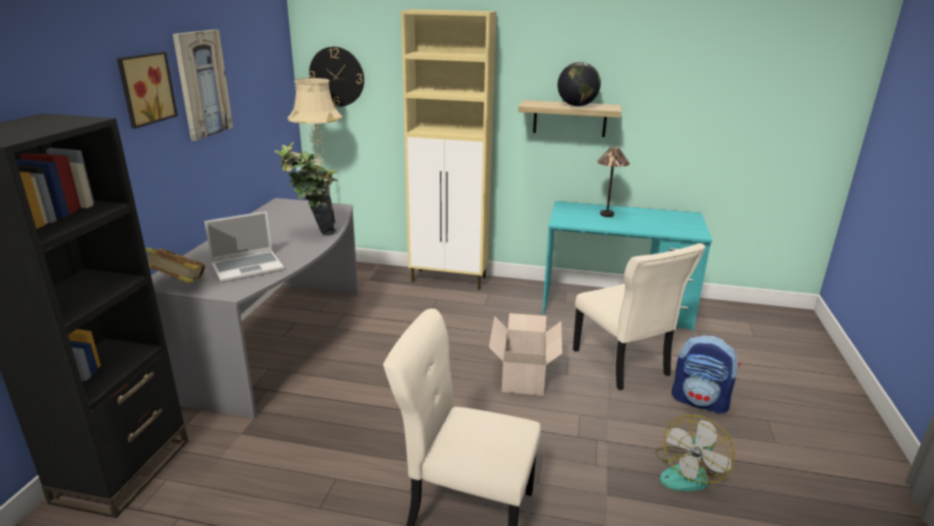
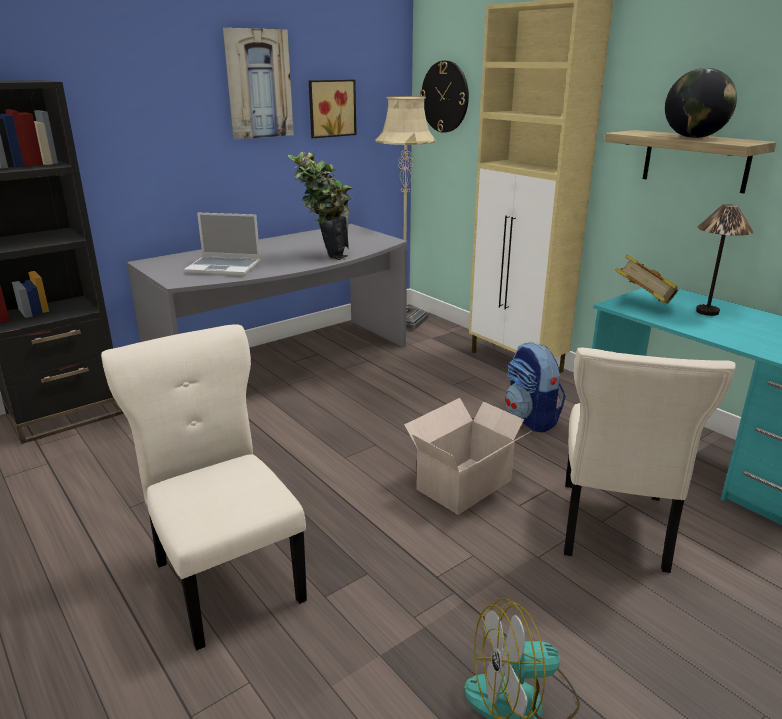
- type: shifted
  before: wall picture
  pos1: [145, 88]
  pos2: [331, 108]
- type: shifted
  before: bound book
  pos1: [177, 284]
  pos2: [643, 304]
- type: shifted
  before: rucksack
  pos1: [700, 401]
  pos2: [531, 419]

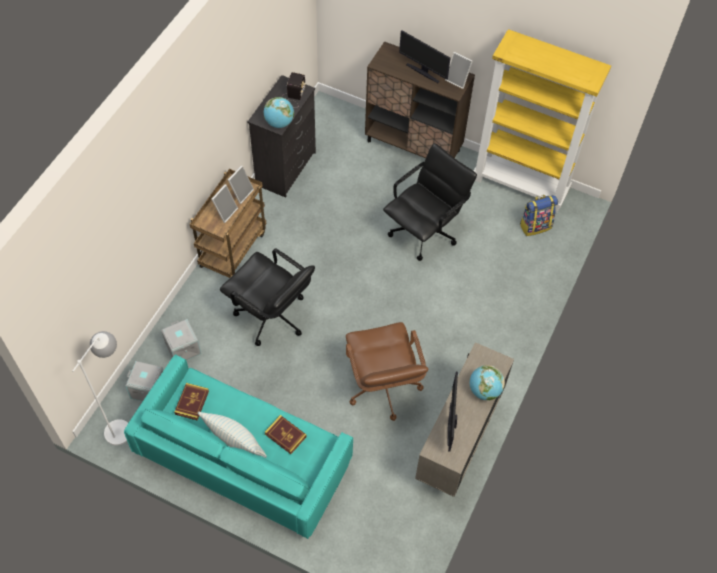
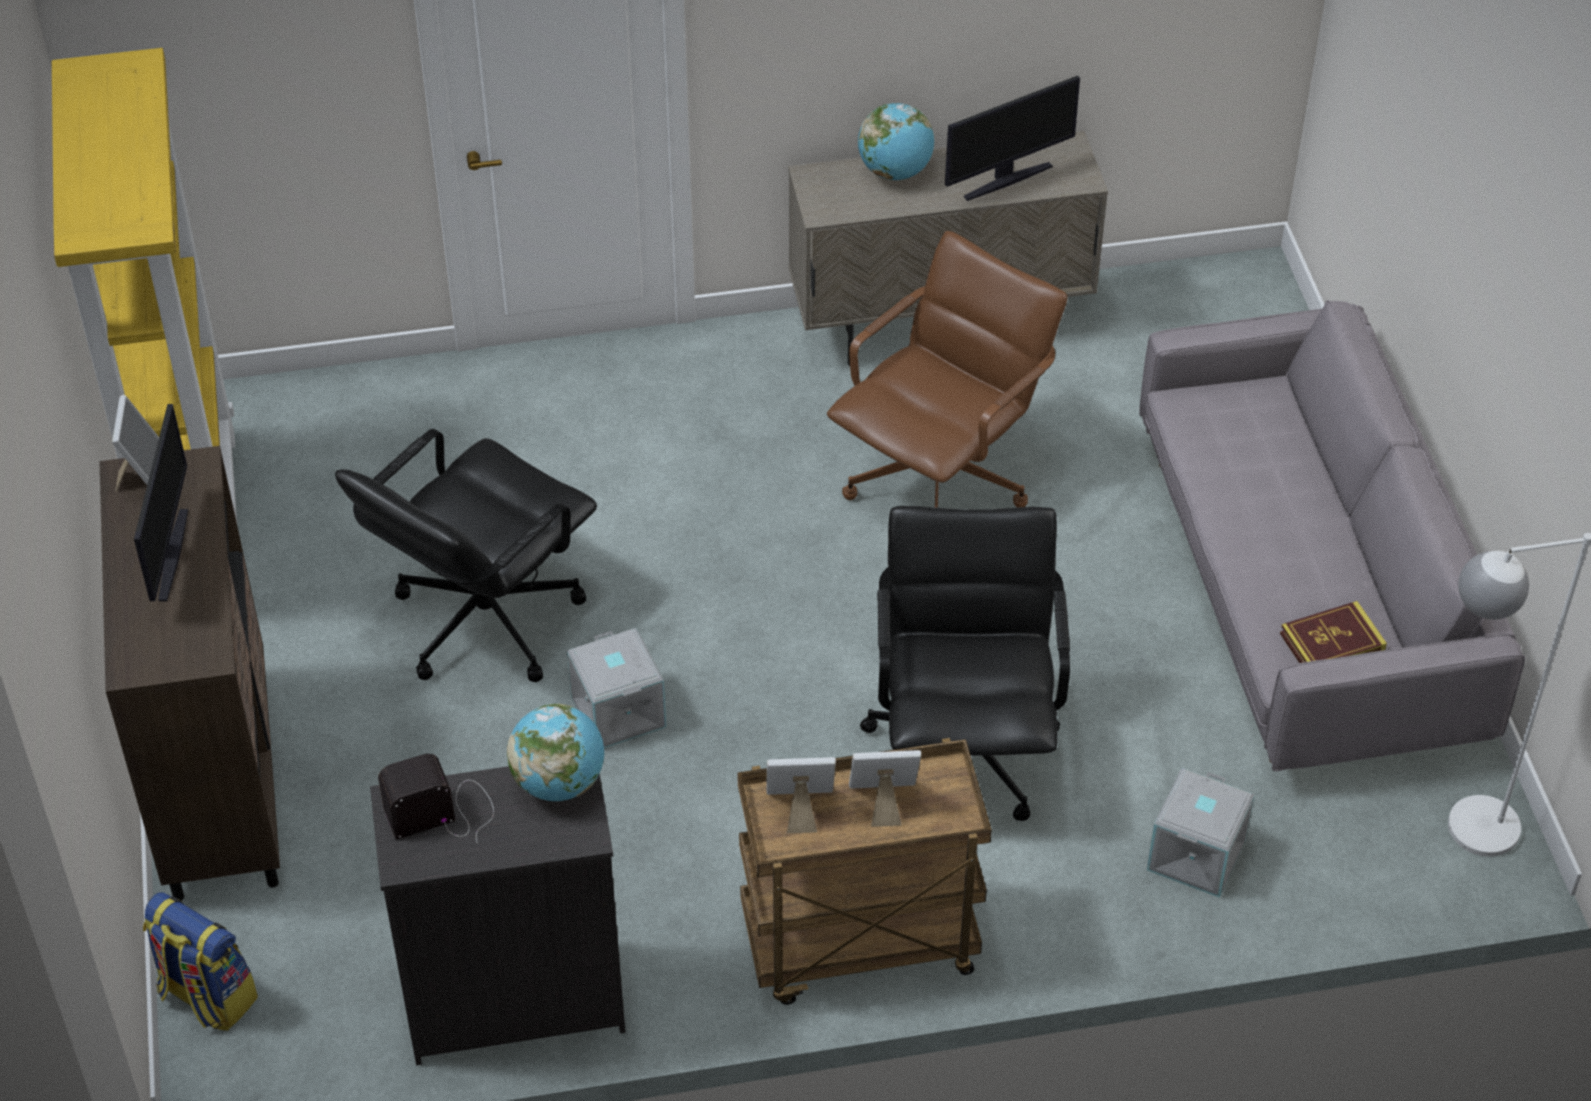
- type: rotated
  before: desk chair in black
  pos1: [424, 232]
  pos2: [483, 621]
  turn: -60
- type: shifted
  before: rucksack
  pos1: [535, 226]
  pos2: [206, 996]
- type: repainted
  before: settee in turquoise
  after: settee in gray
  pos1: [244, 459]
  pos2: [1303, 594]
- type: shifted
  before: storage container in gray
  pos1: [149, 388]
  pos2: [616, 712]
- type: gone
  before: cushion
  pos1: [234, 441]
- type: gone
  before: bound book
  pos1: [285, 435]

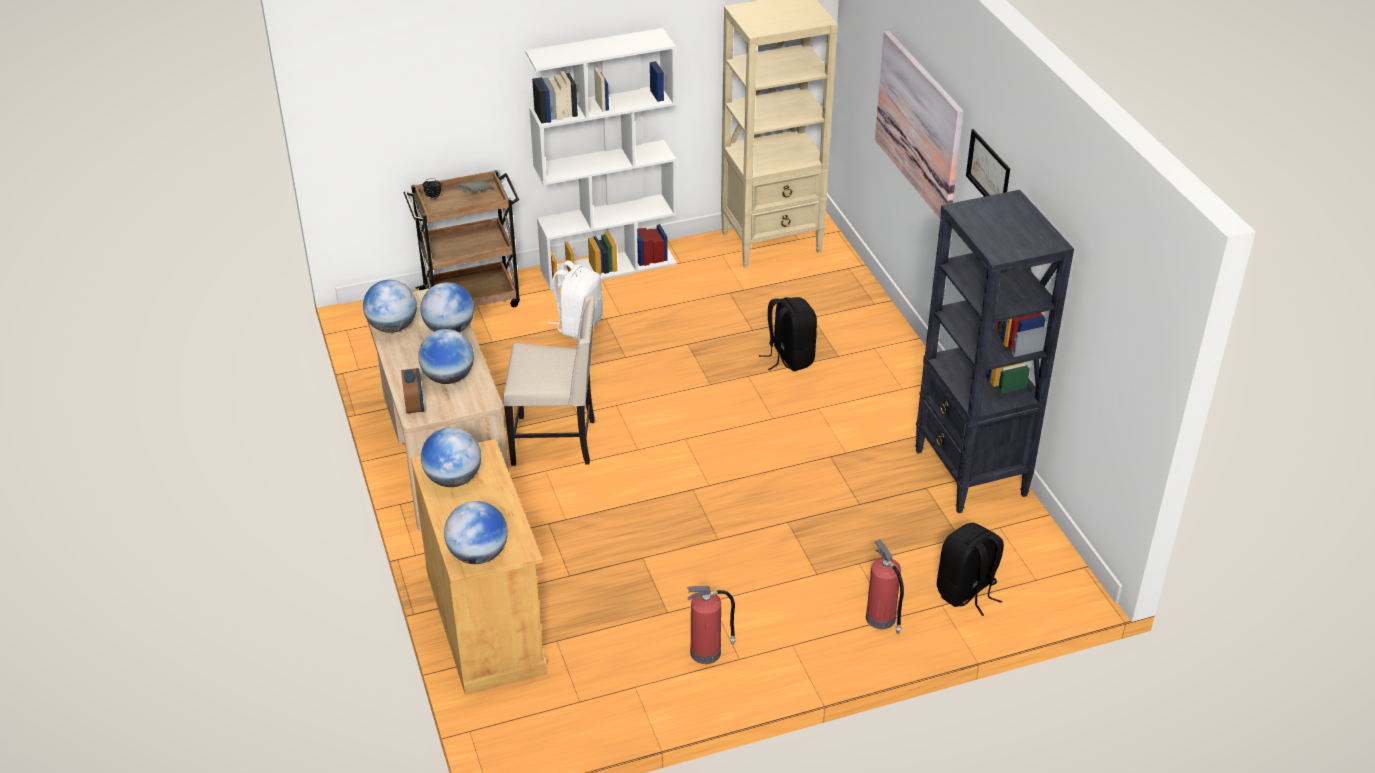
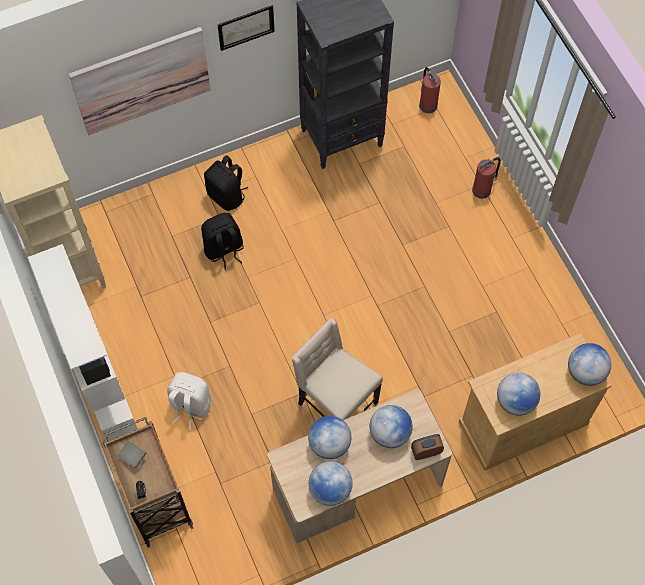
- type: rotated
  before: chair in beige
  pos1: [556, 441]
  pos2: [335, 403]
  turn: -45
- type: shifted
  before: rucksack in black
  pos1: [966, 592]
  pos2: [227, 196]
- type: shifted
  before: extinguisher
  pos1: [707, 652]
  pos2: [427, 104]

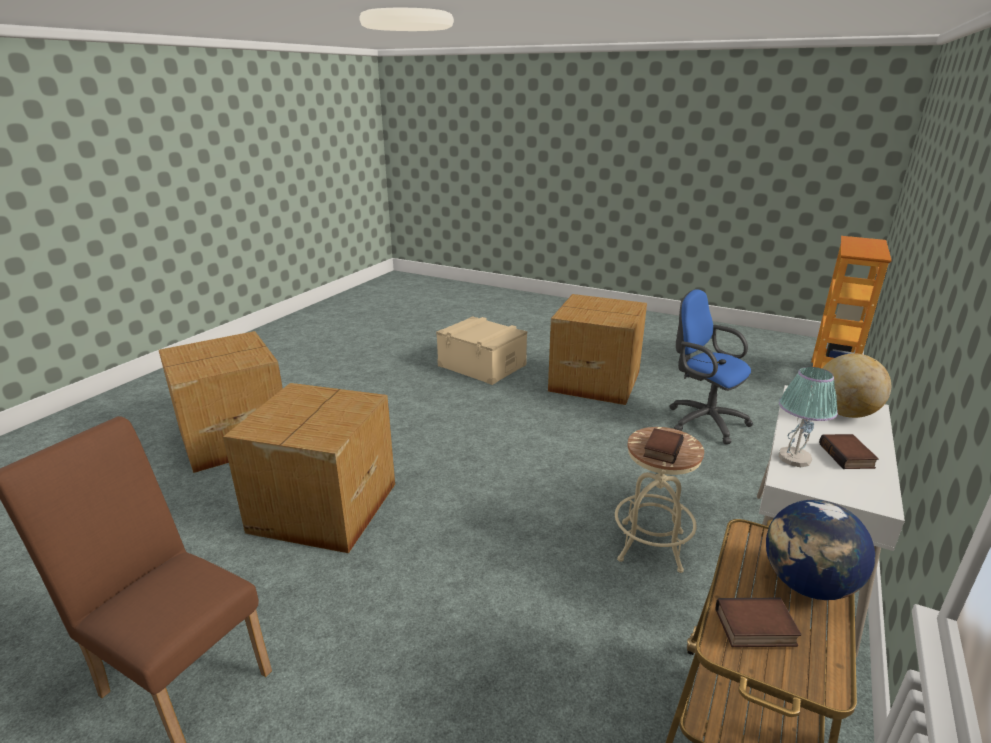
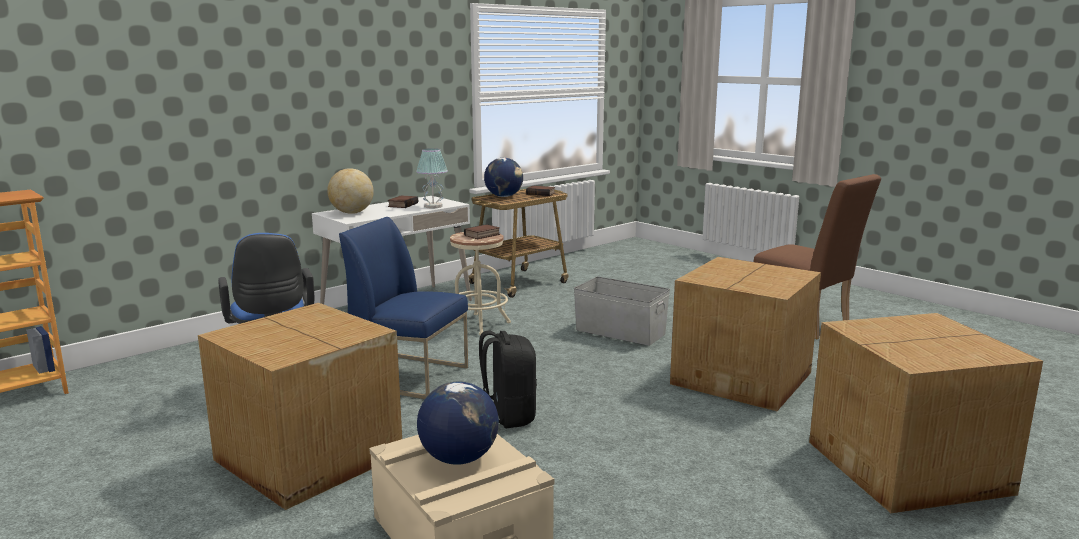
- type: new
  after: chair in blue
  pos2: [410, 376]
- type: new
  after: storage container in gray
  pos2: [620, 332]
- type: new
  after: rucksack in black
  pos2: [507, 416]
- type: new
  after: globe
  pos2: [458, 458]

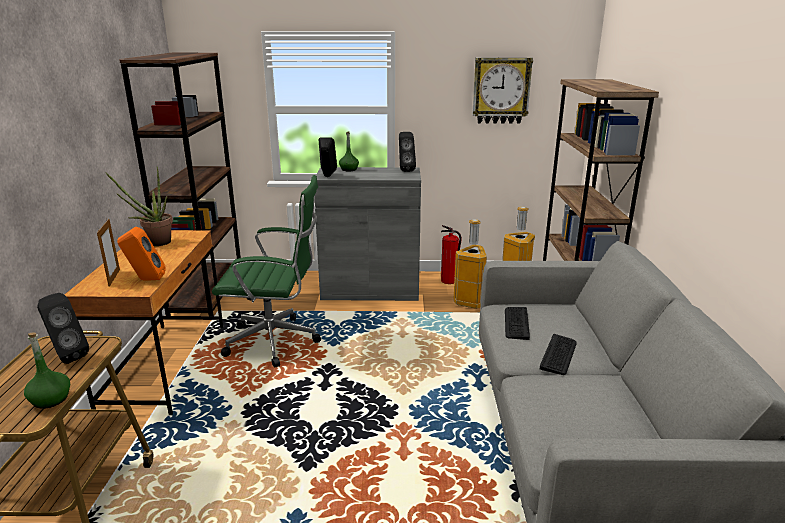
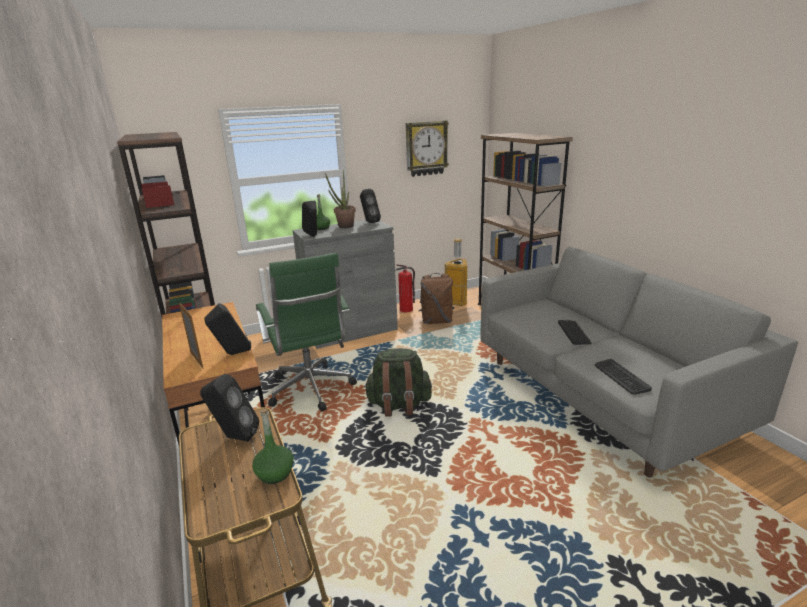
- type: shifted
  before: potted plant
  pos1: [154, 243]
  pos2: [344, 227]
- type: rotated
  before: desk chair in greenish
  pos1: [276, 342]
  pos2: [312, 391]
  turn: 90
- type: swapped
  before: waste bin
  after: rucksack in brown-coloured
  pos1: [470, 302]
  pos2: [436, 321]
- type: repainted
  before: audio speaker in orange-coloured
  after: audio speaker in black
  pos1: [145, 280]
  pos2: [232, 354]
- type: shifted
  before: PC keyboard
  pos1: [516, 323]
  pos2: [621, 377]
- type: new
  after: rucksack in greenish
  pos2: [399, 405]

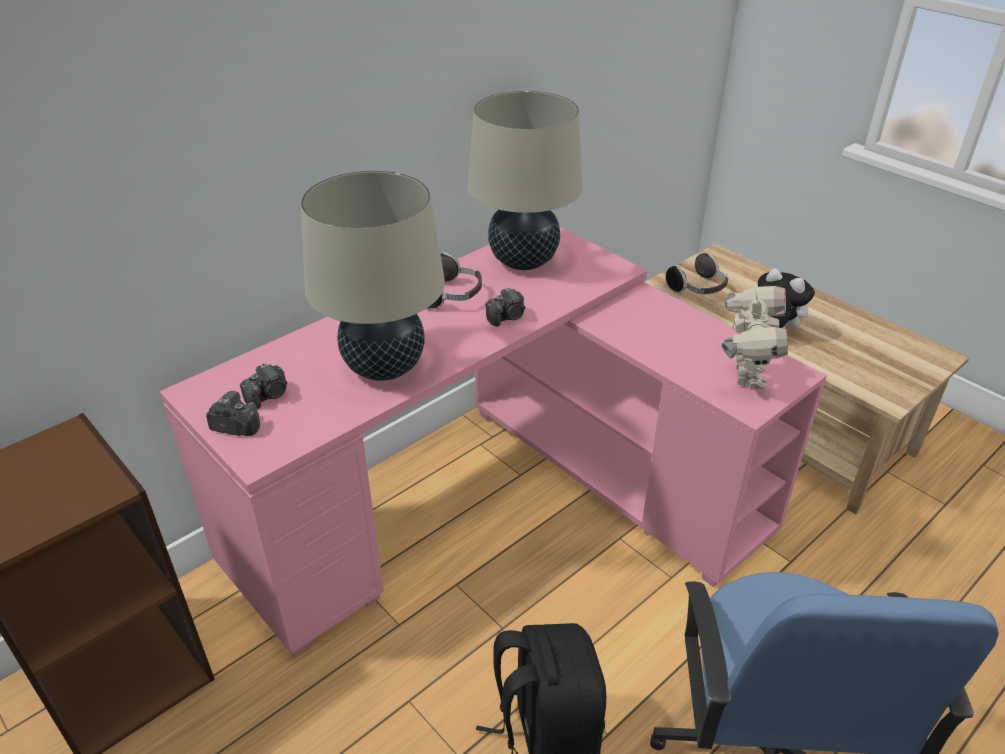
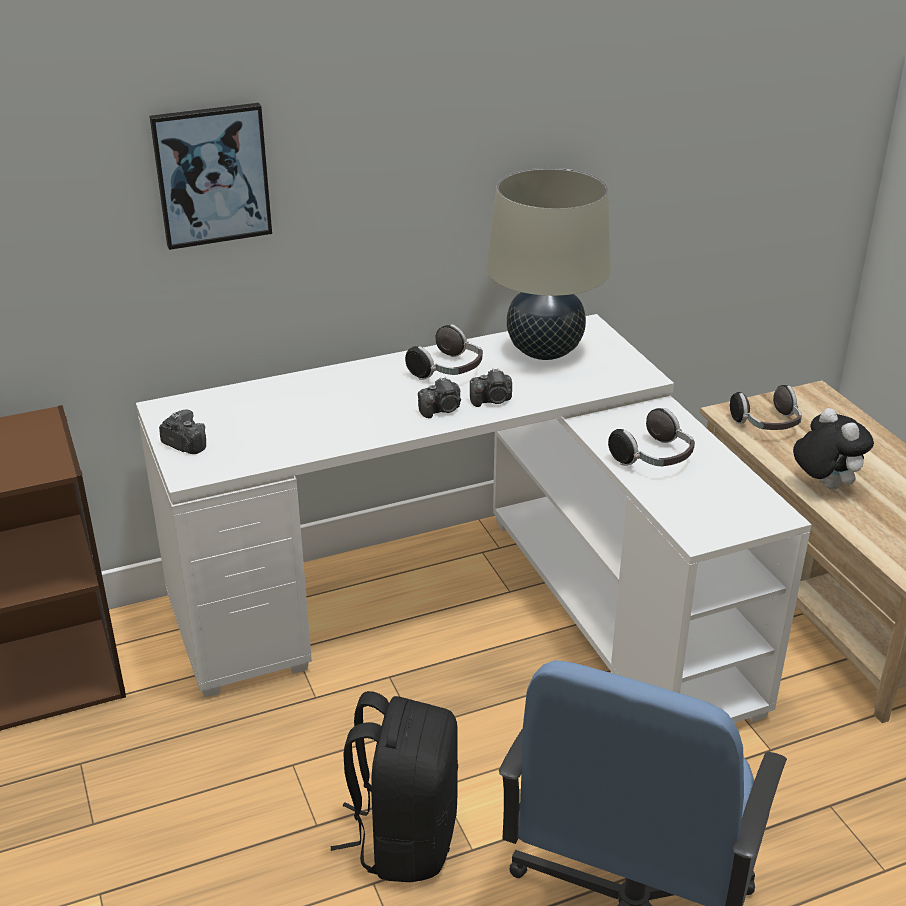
- type: gone
  before: lamp for a table in beige
  pos1: [384, 367]
- type: repainted
  before: desk unit in pink
  after: desk unit in white
  pos1: [499, 498]
  pos2: [475, 608]
- type: gone
  before: toy robot
  pos1: [745, 374]
- type: shifted
  before: photo camera
  pos1: [269, 396]
  pos2: [441, 410]
- type: new
  after: wall picture
  pos2: [212, 175]
- type: new
  after: headset
  pos2: [654, 459]

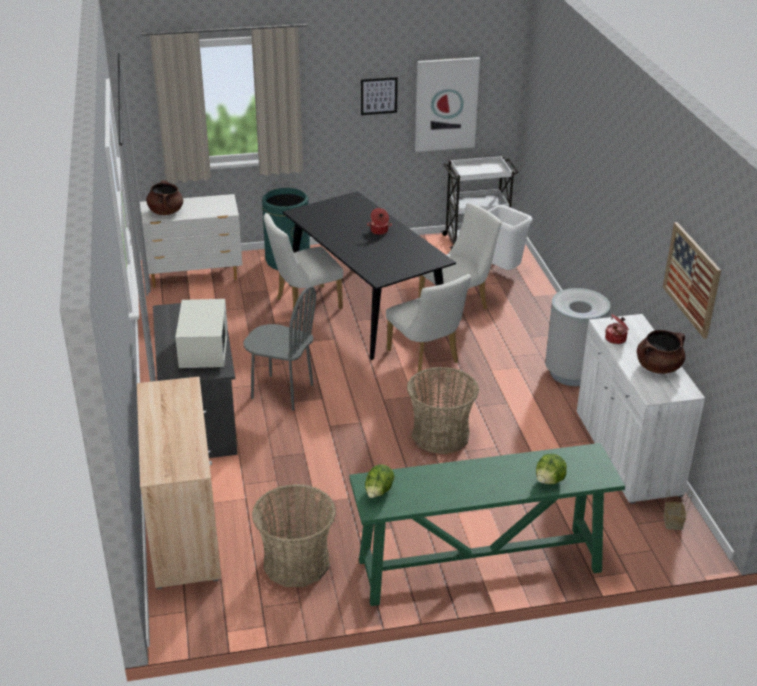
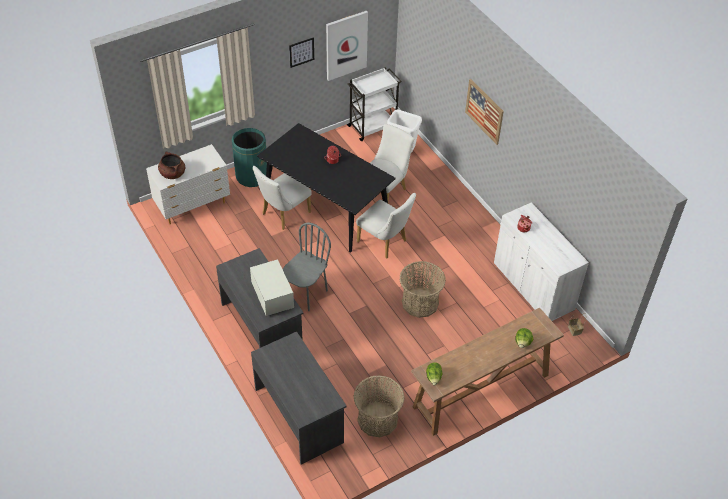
- type: shifted
  before: wall picture
  pos1: [691, 279]
  pos2: [484, 111]
- type: rotated
  before: chair in gray
  pos1: [282, 392]
  pos2: [306, 294]
  turn: -60
- type: gone
  before: waste bin in gray
  pos1: [572, 373]
- type: gone
  before: cooking pot in brown-coloured
  pos1: [658, 367]
- type: swapped
  before: cabinet in beige
  after: desk unit in gray
  pos1: [184, 528]
  pos2: [299, 415]
- type: repainted
  before: narrow table in greenish
  after: narrow table in brown-coloured
  pos1: [478, 566]
  pos2: [480, 391]

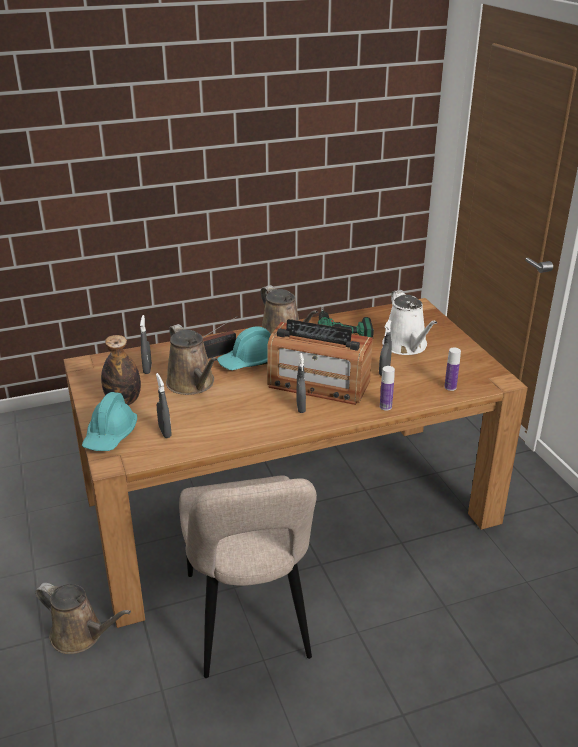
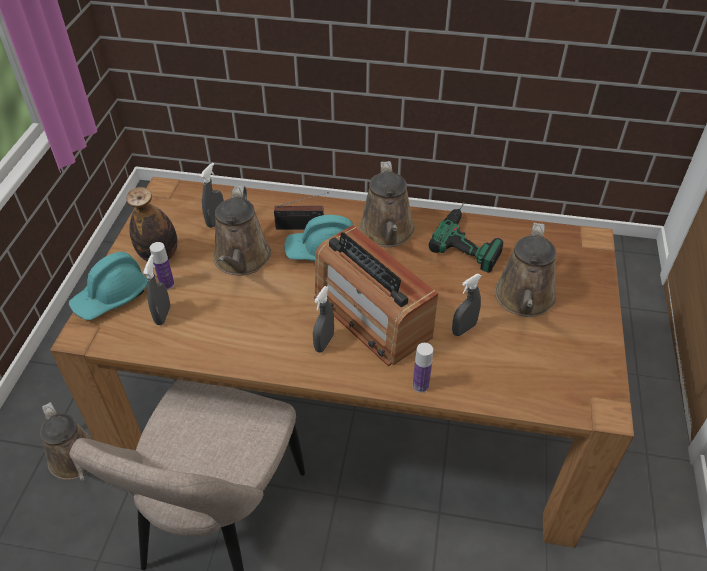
- type: repainted
  before: sprinkling can in white
  after: sprinkling can in brown-coloured
  pos1: [406, 346]
  pos2: [524, 300]
- type: shifted
  before: drink bottle
  pos1: [450, 387]
  pos2: [167, 284]

